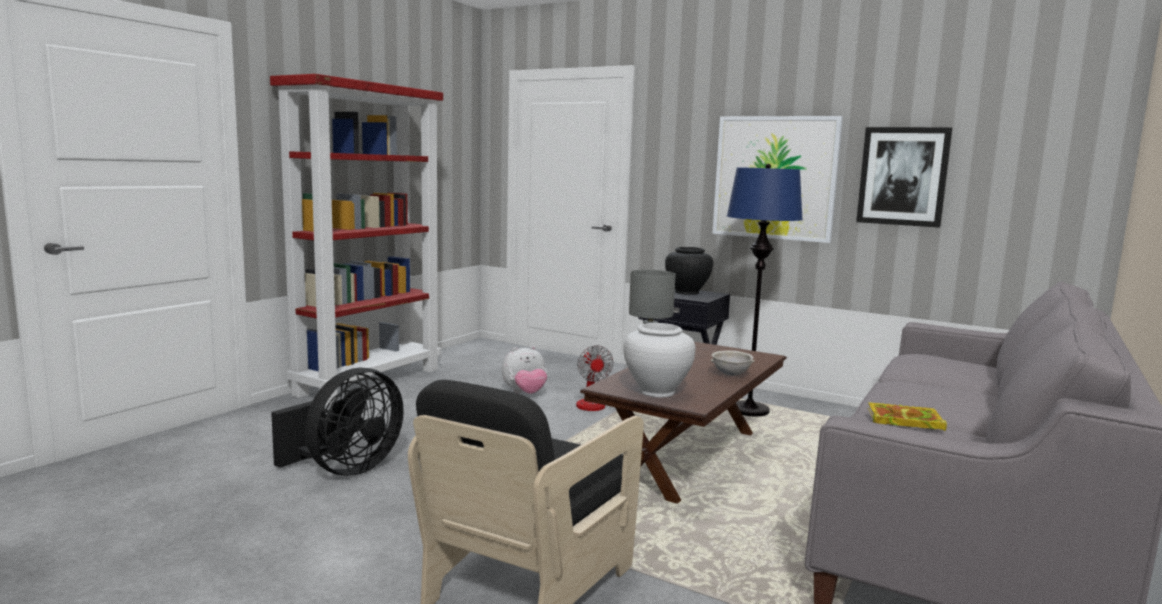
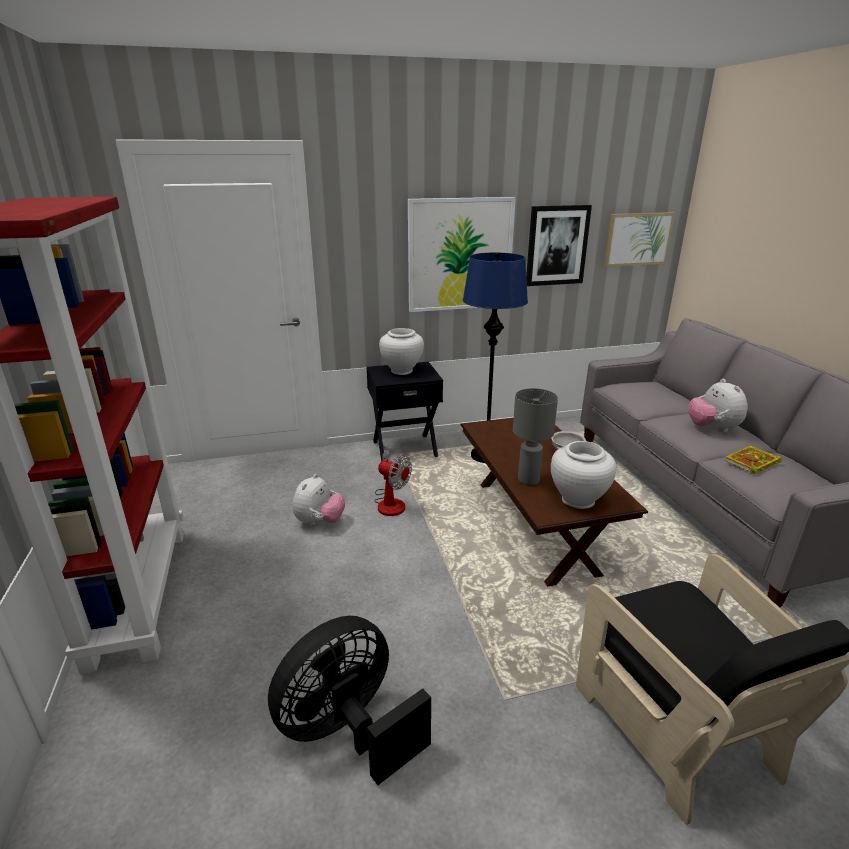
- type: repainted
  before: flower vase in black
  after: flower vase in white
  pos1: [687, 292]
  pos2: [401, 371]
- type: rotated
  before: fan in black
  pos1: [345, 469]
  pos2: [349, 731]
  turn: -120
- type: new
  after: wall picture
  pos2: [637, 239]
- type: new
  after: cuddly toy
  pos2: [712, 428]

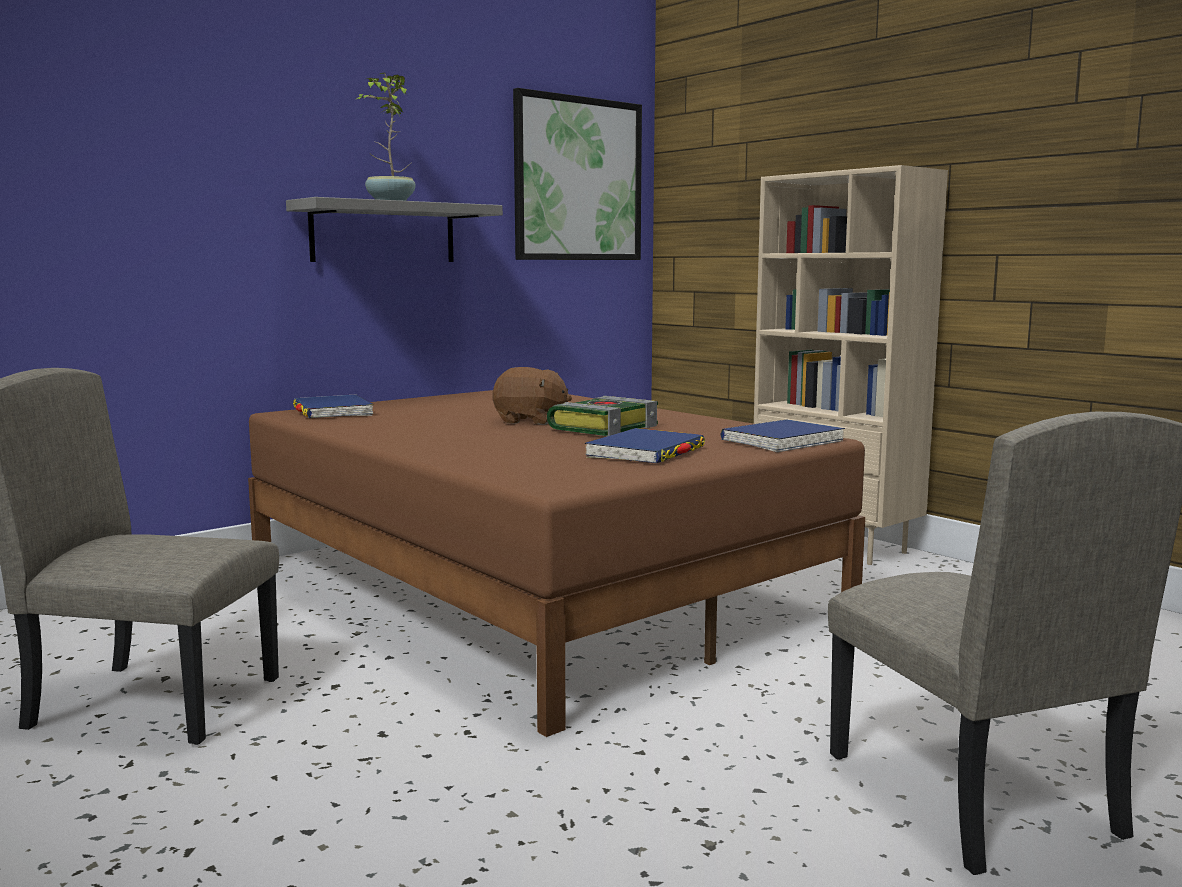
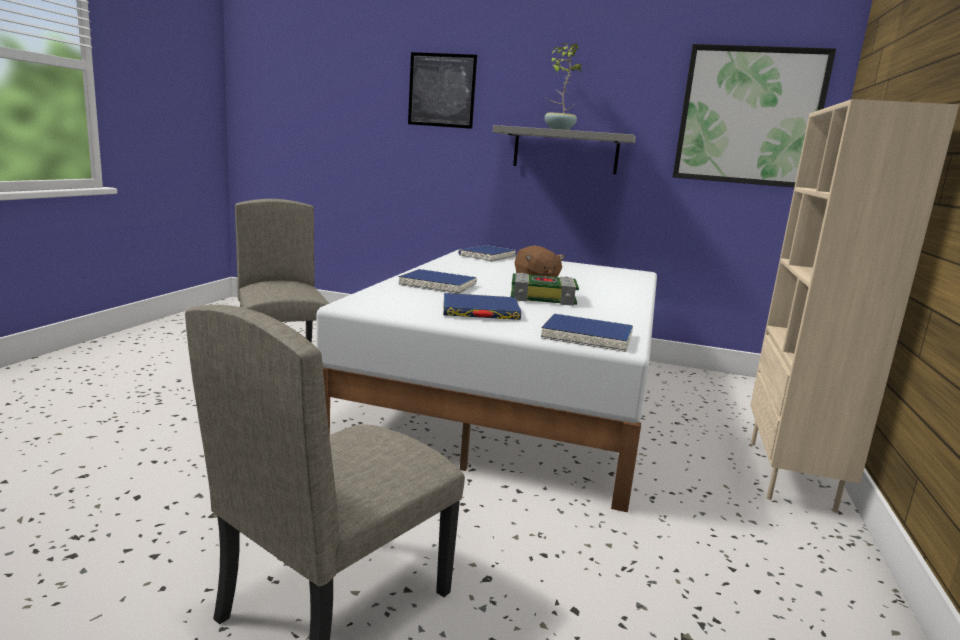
- type: repainted
  before: sleeping bed in brown-coloured
  after: sleeping bed in white
  pos1: [534, 589]
  pos2: [514, 395]
- type: new
  after: wall picture
  pos2: [442, 90]
- type: new
  after: bound book in blue
  pos2: [438, 285]

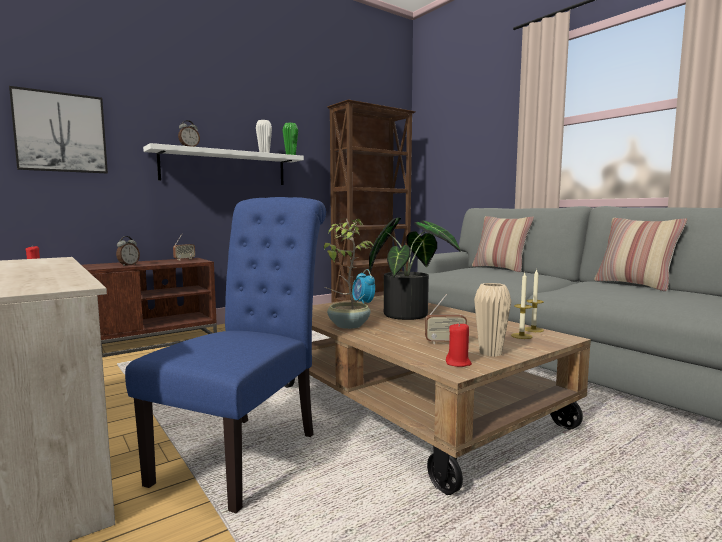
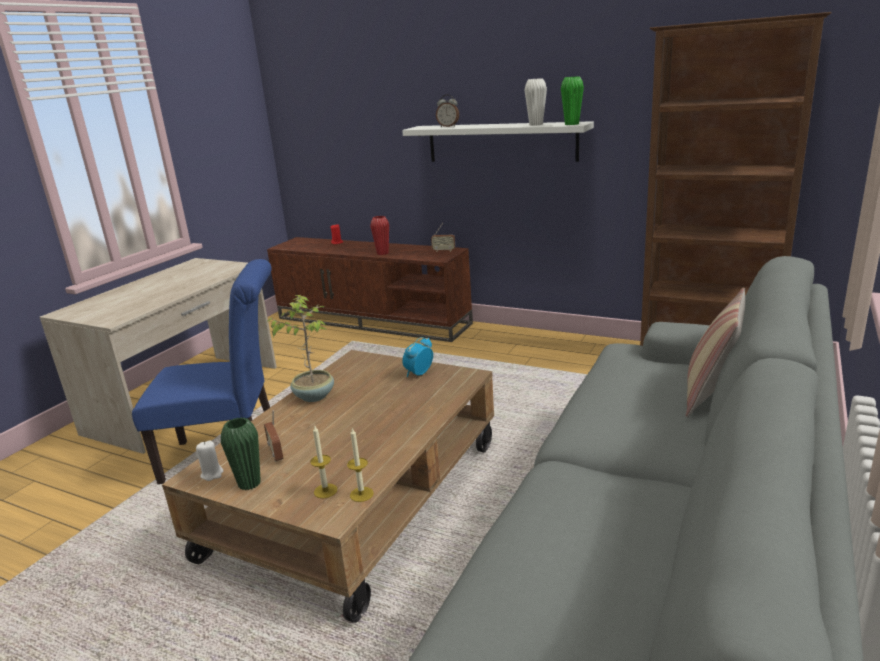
- type: gone
  before: wall picture
  pos1: [61, 132]
- type: gone
  before: potted plant
  pos1: [410, 314]
- type: gone
  before: cushion
  pos1: [634, 285]
- type: swapped
  before: table clock
  after: flower vase in red-coloured
  pos1: [128, 265]
  pos2: [382, 253]
- type: repainted
  before: flower vase in beige
  after: flower vase in greenish
  pos1: [490, 353]
  pos2: [249, 483]
- type: repainted
  before: candle in red-coloured
  after: candle in white
  pos1: [458, 363]
  pos2: [212, 474]

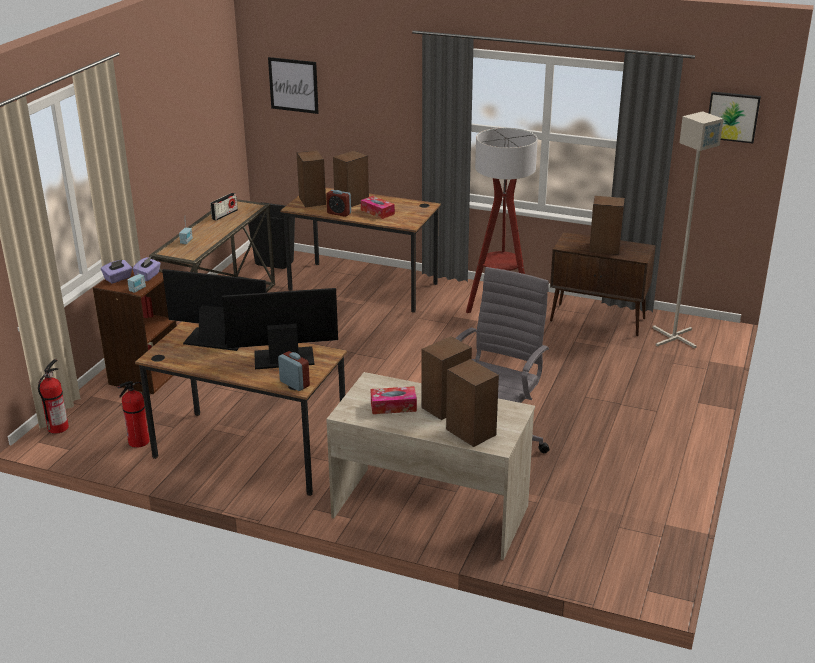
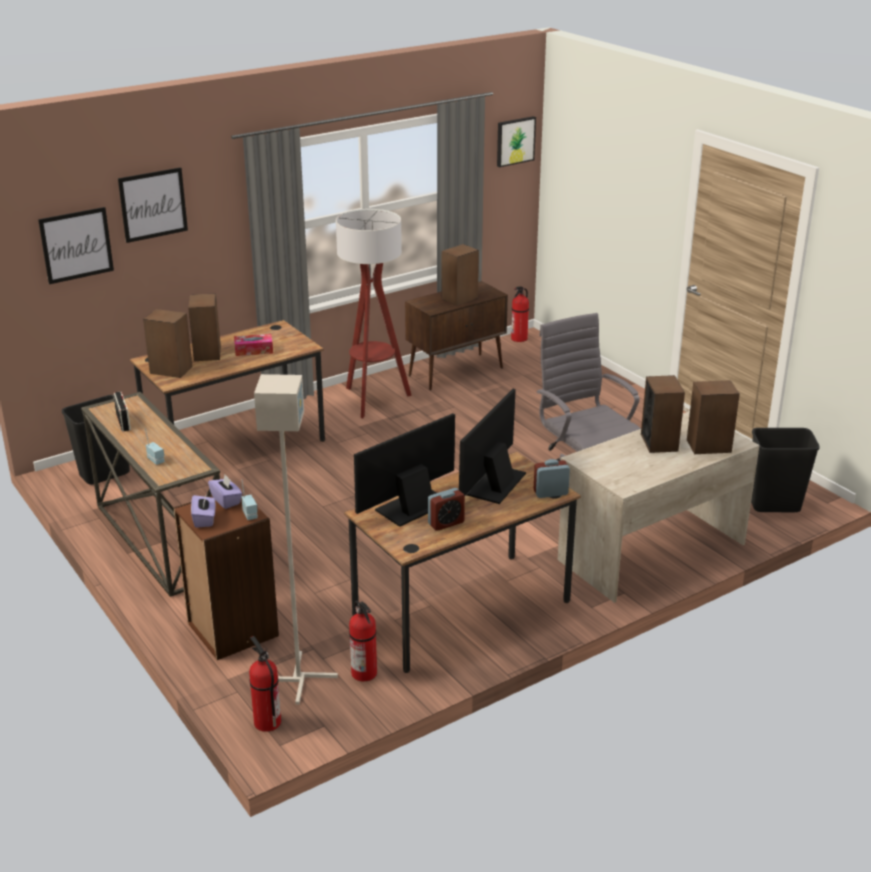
- type: shifted
  before: floor lamp in gray
  pos1: [673, 338]
  pos2: [299, 679]
- type: shifted
  before: table clock
  pos1: [339, 213]
  pos2: [446, 523]
- type: gone
  before: box of tissues
  pos1: [393, 406]
- type: new
  after: wall picture
  pos2: [153, 204]
- type: new
  after: extinguisher
  pos2: [519, 339]
- type: new
  after: waste bin in black
  pos2: [775, 505]

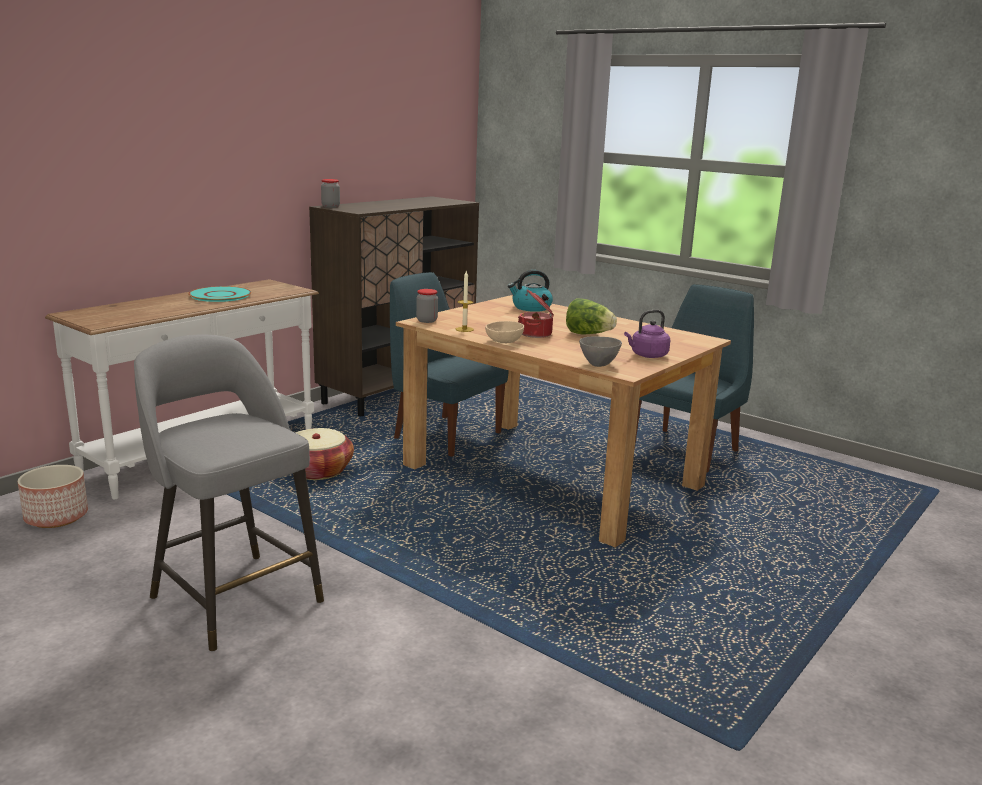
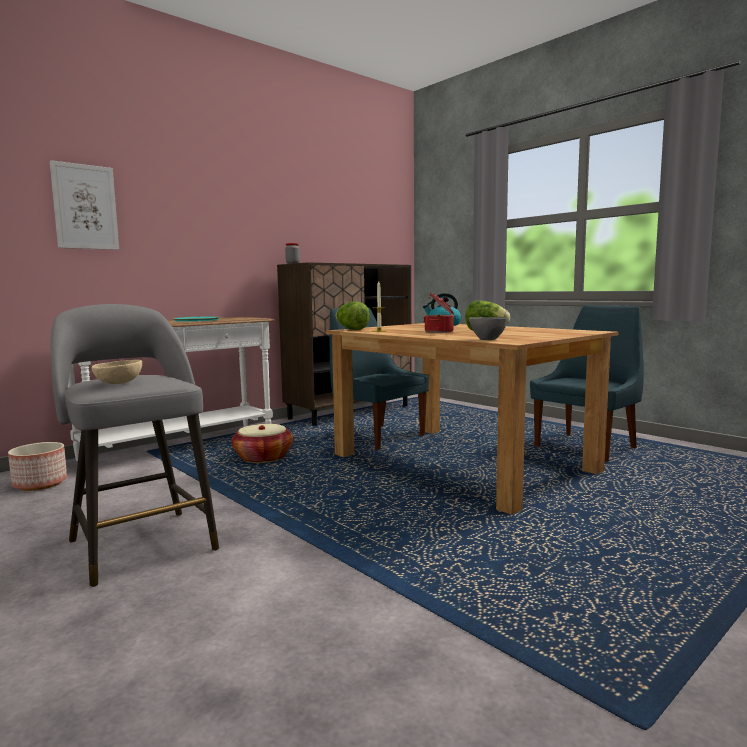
- type: swapped
  before: preserve jar
  after: lettuce head
  pos1: [427, 321]
  pos2: [351, 329]
- type: gone
  before: tea kettle in purplish
  pos1: [647, 355]
- type: shifted
  before: deep dish in beige
  pos1: [503, 342]
  pos2: [118, 383]
- type: new
  after: wall picture
  pos2: [85, 207]

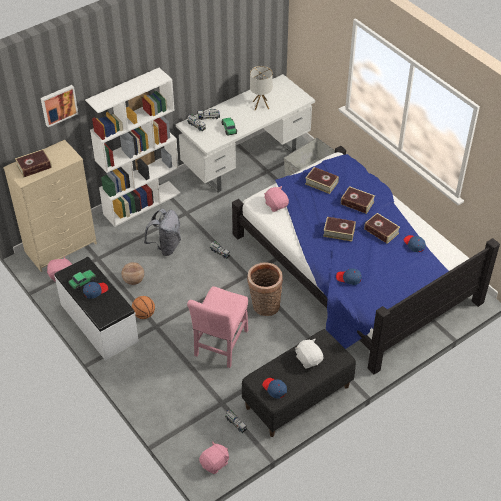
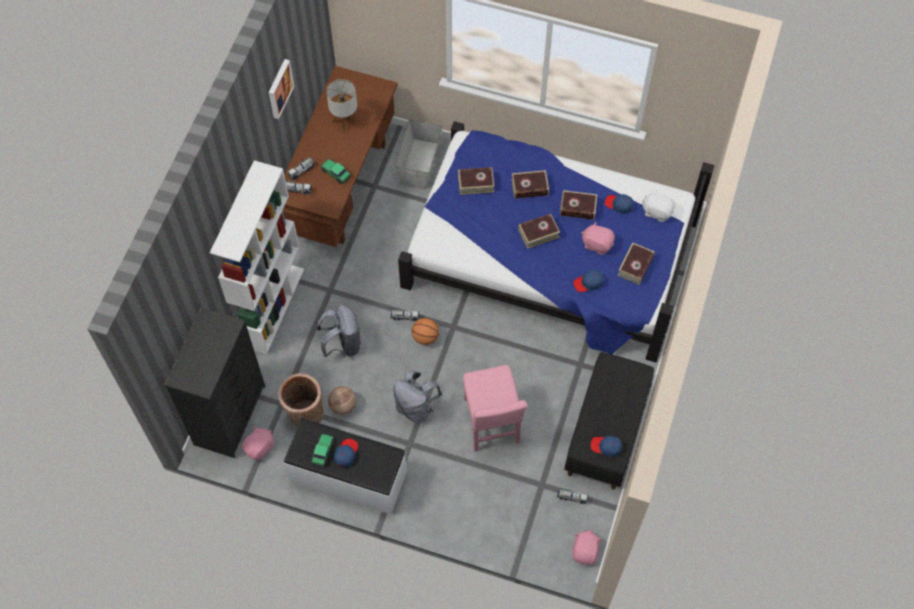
- type: repainted
  before: desk unit in white
  after: desk unit in brown-coloured
  pos1: [246, 161]
  pos2: [342, 186]
- type: shifted
  before: wall picture
  pos1: [58, 105]
  pos2: [279, 88]
- type: repainted
  before: chest of drawers in beige
  after: chest of drawers in black
  pos1: [61, 247]
  pos2: [230, 414]
- type: shifted
  before: bound book
  pos1: [34, 166]
  pos2: [635, 266]
- type: shifted
  before: cuddly toy in pink
  pos1: [276, 205]
  pos2: [597, 244]
- type: shifted
  before: storage basket
  pos1: [264, 306]
  pos2: [305, 416]
- type: shifted
  before: basketball
  pos1: [144, 314]
  pos2: [425, 337]
- type: shifted
  before: cuddly toy in white
  pos1: [309, 359]
  pos2: [657, 211]
- type: new
  after: rucksack in gray
  pos2: [416, 408]

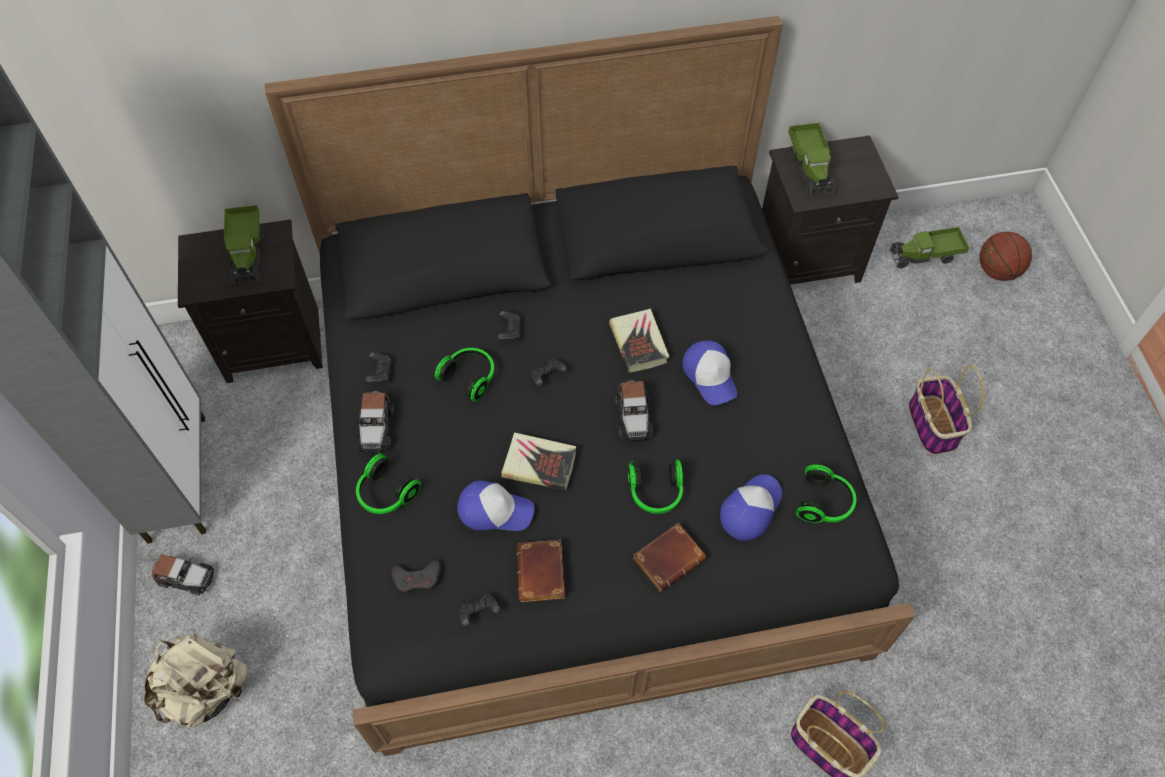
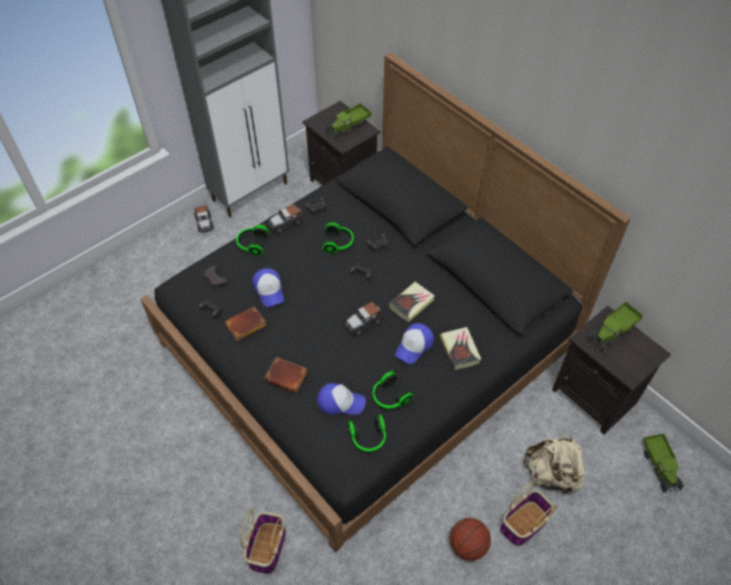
- type: rotated
  before: model truck
  pos1: [925, 255]
  pos2: [660, 466]
  turn: -150
- type: shifted
  before: basketball
  pos1: [997, 271]
  pos2: [467, 545]
- type: shifted
  before: bound book
  pos1: [539, 464]
  pos2: [460, 350]
- type: shifted
  before: headset
  pos1: [655, 493]
  pos2: [389, 397]
- type: shifted
  before: rucksack in beige
  pos1: [207, 690]
  pos2: [551, 474]

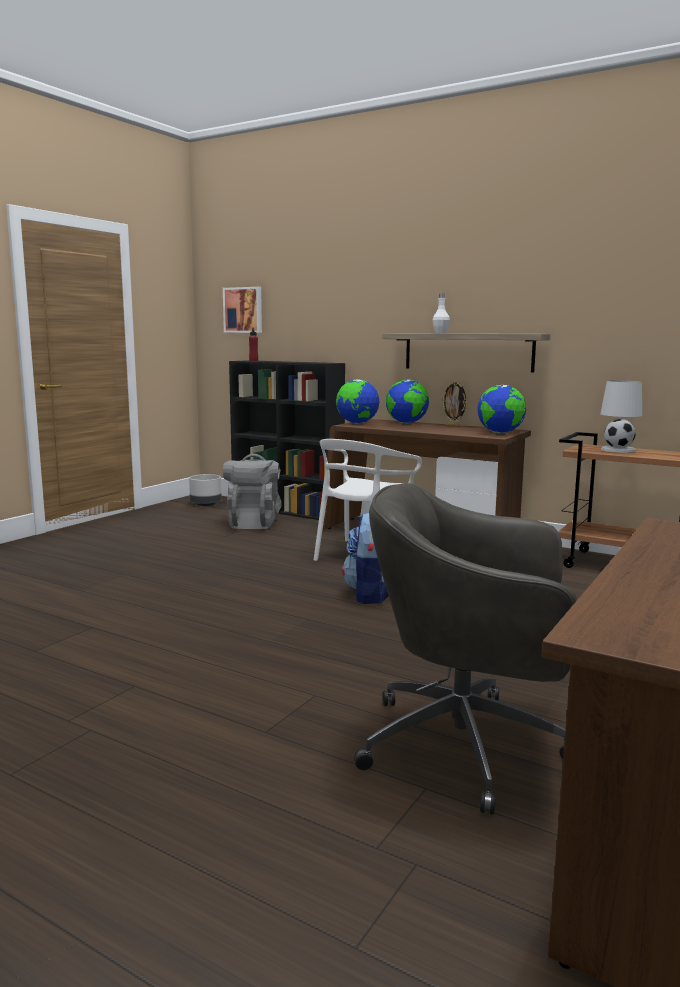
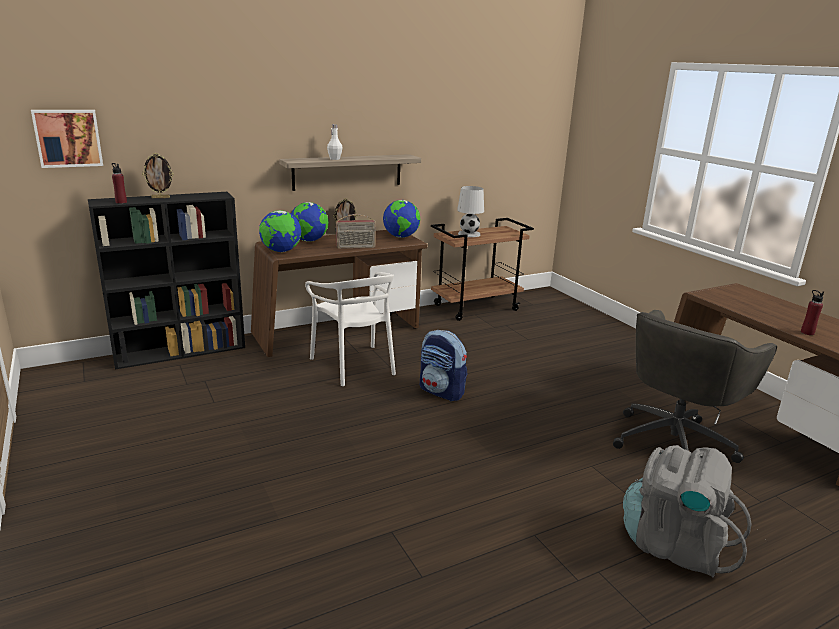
- type: shifted
  before: rucksack in gray
  pos1: [253, 523]
  pos2: [674, 545]
- type: gone
  before: planter in gray
  pos1: [206, 504]
- type: new
  after: standing frame
  pos2: [160, 197]
- type: new
  after: radio receiver
  pos2: [355, 247]
- type: new
  after: drink bottle in red-coloured
  pos2: [807, 332]

